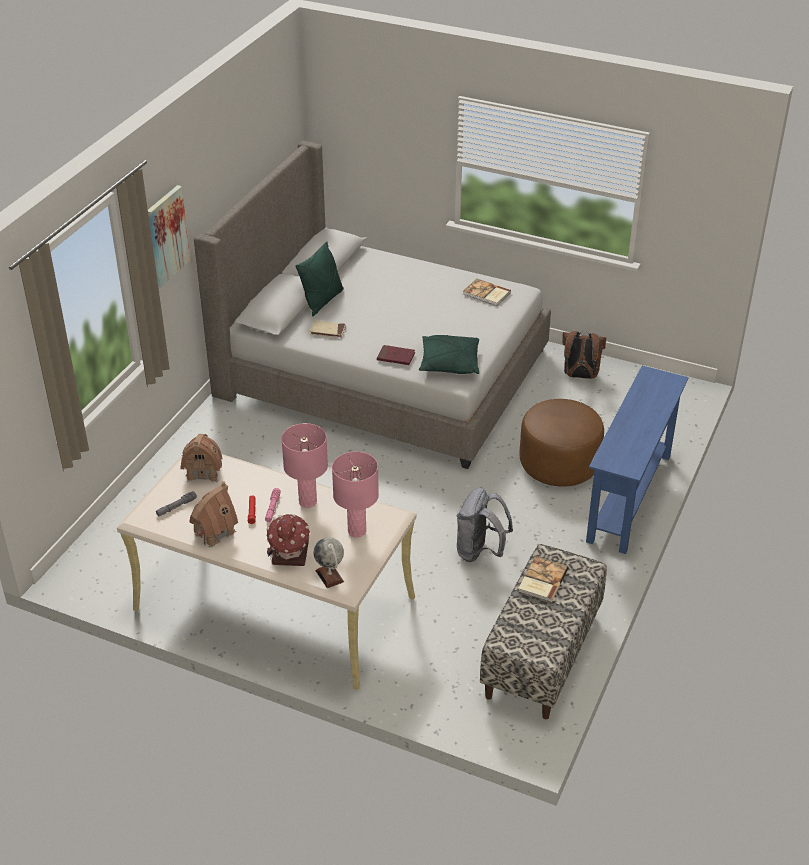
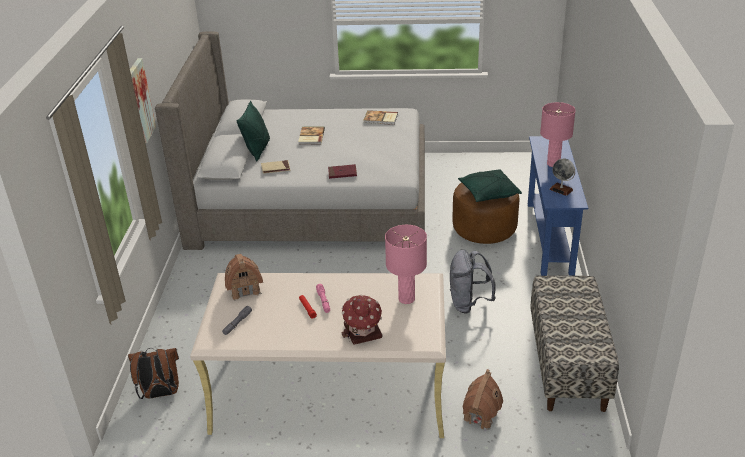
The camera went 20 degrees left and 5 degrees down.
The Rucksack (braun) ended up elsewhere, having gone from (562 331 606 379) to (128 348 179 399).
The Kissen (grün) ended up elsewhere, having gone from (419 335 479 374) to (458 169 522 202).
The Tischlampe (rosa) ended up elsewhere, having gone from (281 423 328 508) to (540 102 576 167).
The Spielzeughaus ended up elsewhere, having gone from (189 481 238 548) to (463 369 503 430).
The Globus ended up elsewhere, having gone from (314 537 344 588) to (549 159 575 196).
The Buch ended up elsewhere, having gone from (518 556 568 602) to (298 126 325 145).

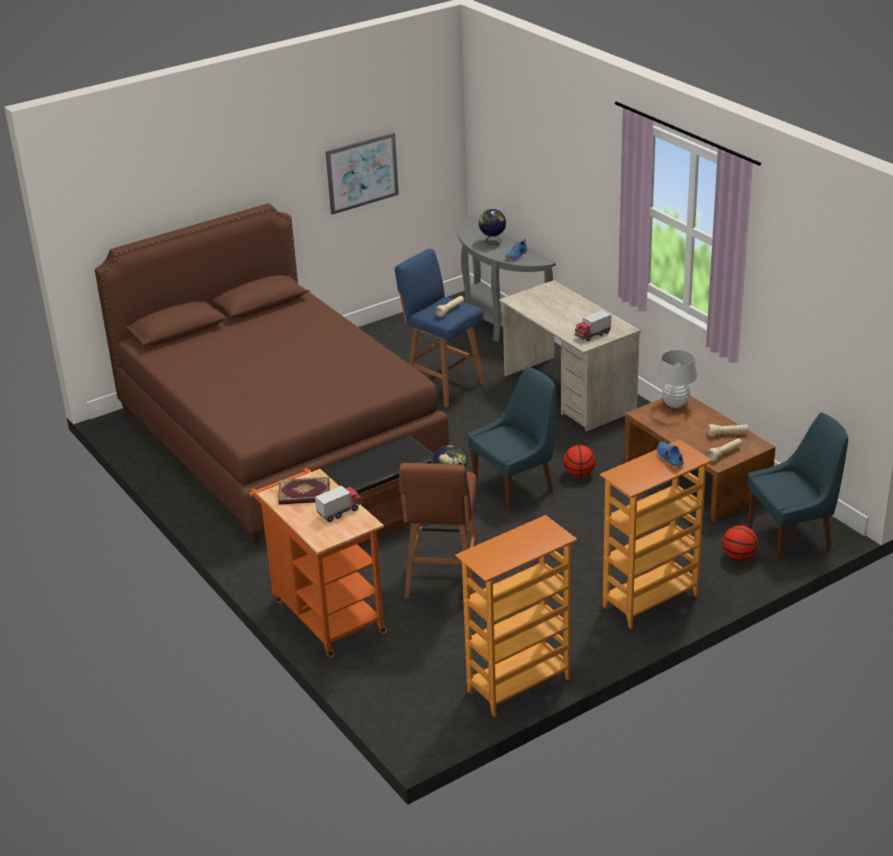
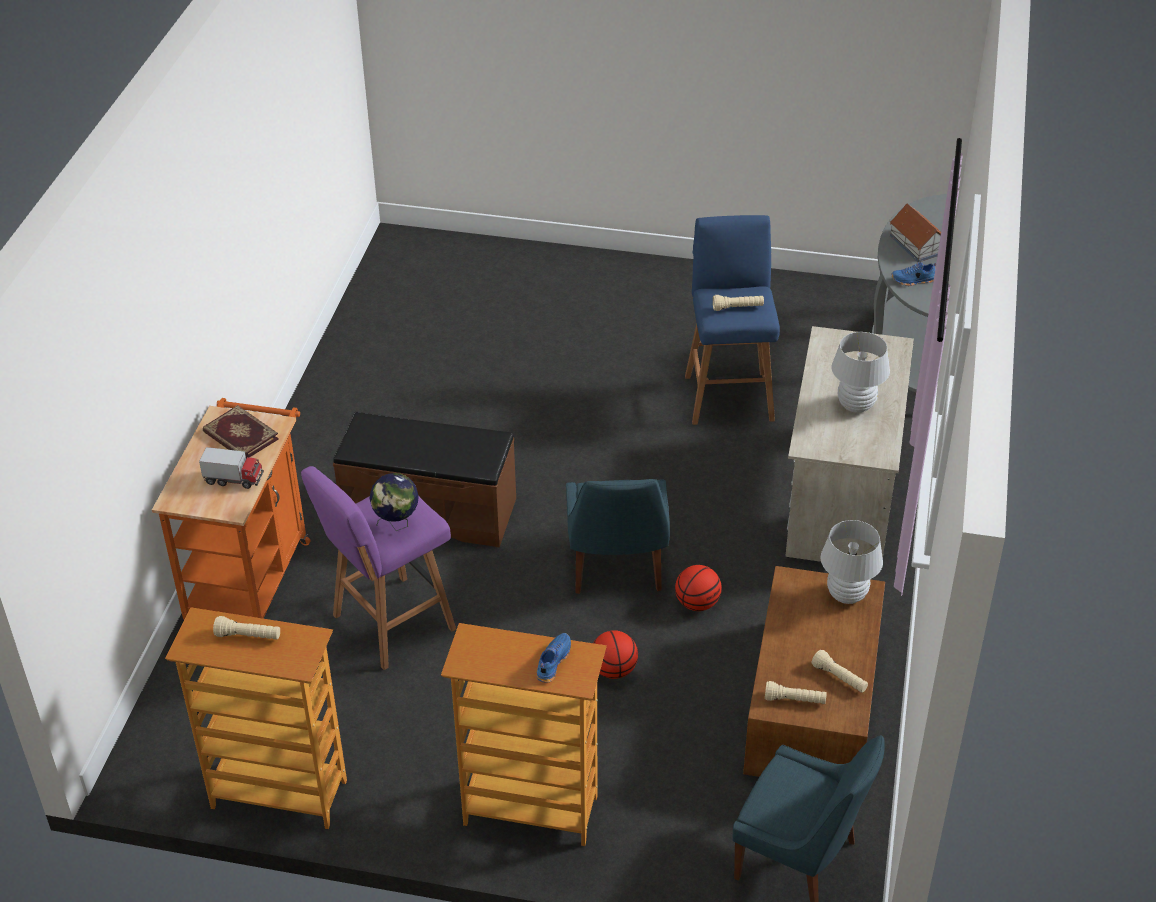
The camera went 45 degrees right and 10 degrees up.
The second view lost the Bild at (326 132 399 215).
The second view lost the Bett (braun) at (95 203 449 545).
Where the Globus stood at (479 209 506 245), the Spielzeughaus came to stand at (890 204 941 262).
The second view lost the Spielzeuglaster at (575 310 611 341).
The Stuhl (blau) at (468 367 556 510) ended up facing another way, 75 degrees clockwise from before.
What was the Hocker (braun) at (399 463 479 598) turned into the Hocker (lila) at (301 466 456 670).
The Basketball ended up elsewhere, having gone from (722 525 758 561) to (593 630 638 679).
The second view gained the Tischlampe (weiß) at (831 332 890 412).
The second view gained the Taschenlampe (beige) at (213 616 280 640).

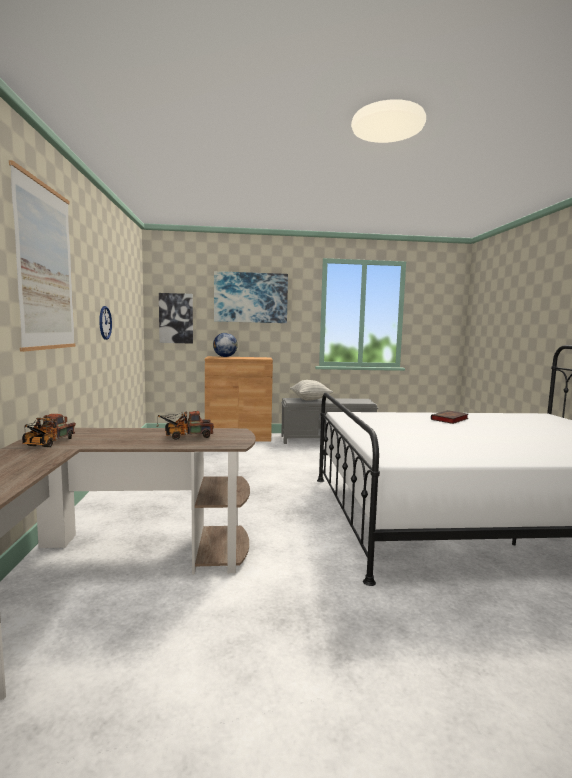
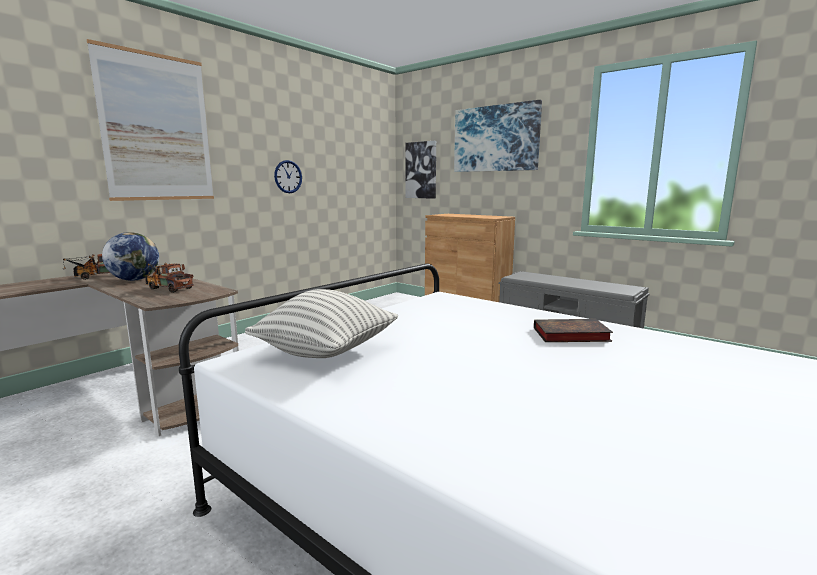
The camera went 45 degrees right and 5 degrees up.
The Globus ended up elsewhere, having gone from (213 333 238 357) to (102 232 159 281).
The Kissen ended up elsewhere, having gone from (289 380 333 401) to (245 289 398 358).

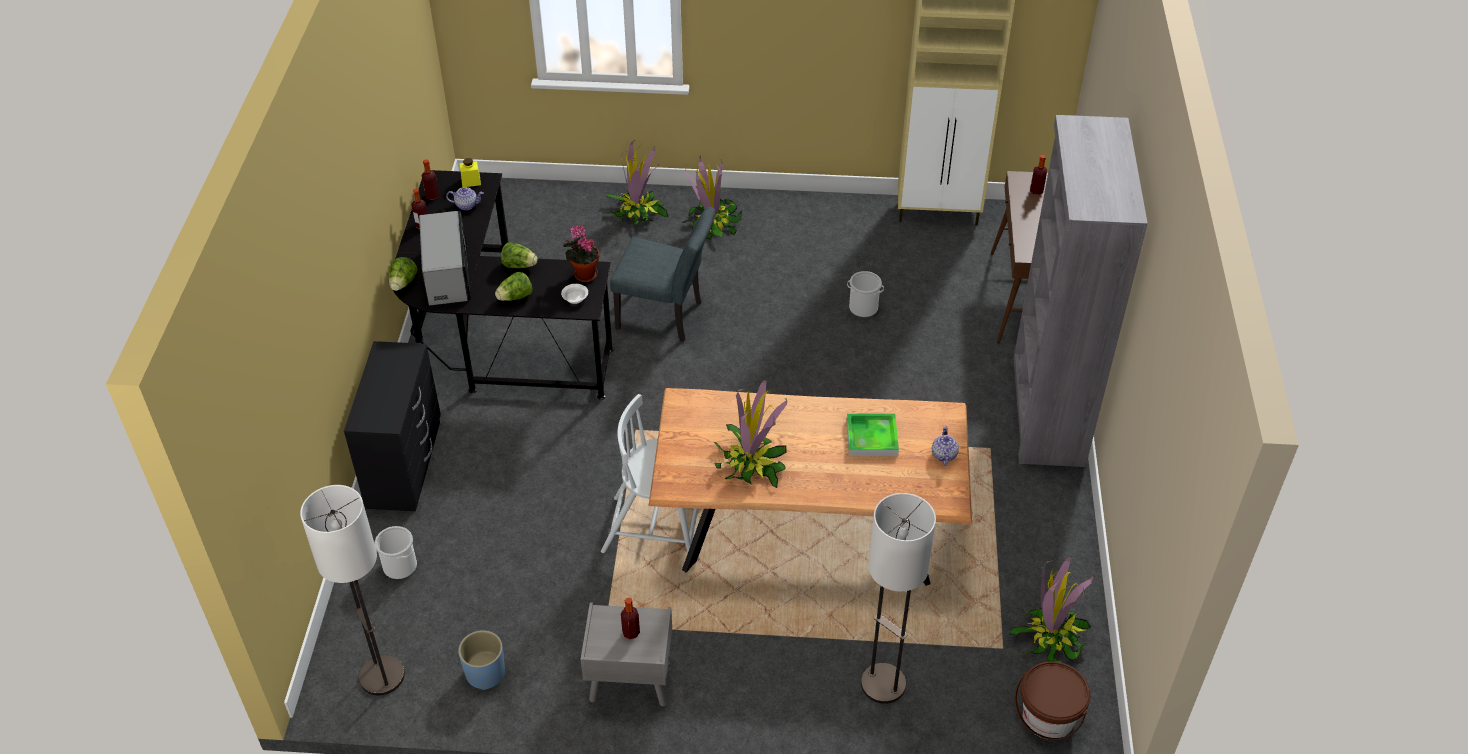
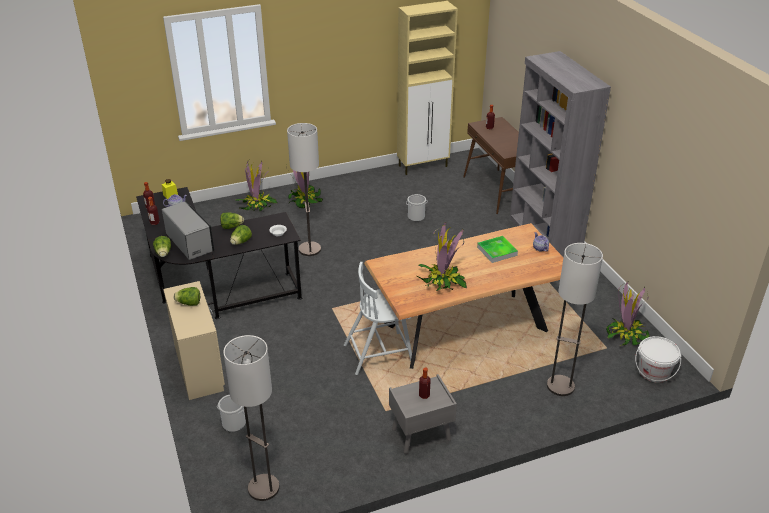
The camera went 25 degrees left and 10 degrees down.
Where the Stuhl (grau) stood at (610 207 715 342), the Stehlampe came to stand at (287 123 321 256).
The second view lost the Topfpflanze at (563 225 600 282).
What was the Kommode (schwarz) at (344 341 441 511) turned into the Kommode (beige) at (163 281 225 400).
The second view lost the Pflanzkübel (blau) at (458 630 505 690).
What was the Eimer (braun) at (1015 661 1090 740) turned into the Eimer (weiß) at (635 336 681 383).
The second view gained the Salatkopf at (174 287 200 306).

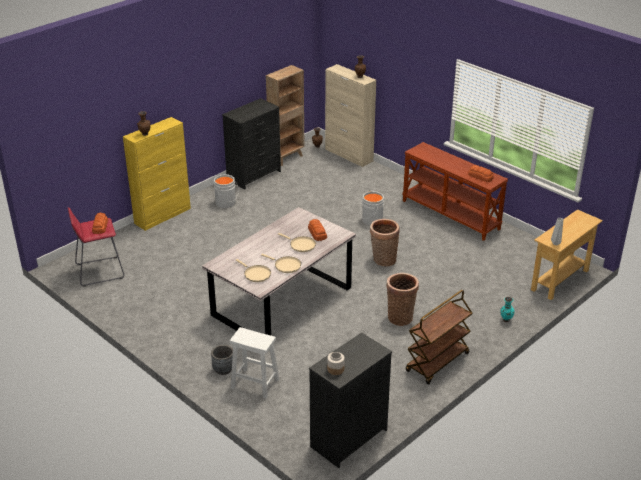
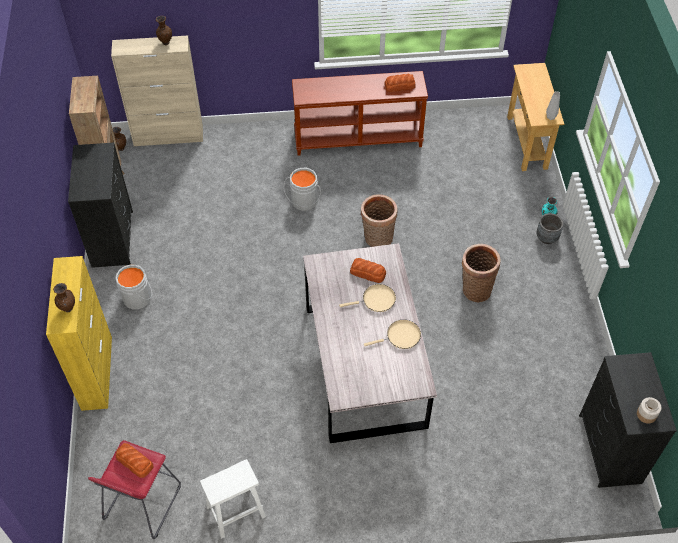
The camera went 50 degrees left and 20 degrees up.
The second view lost the Pfanne (beige) at (236 259 271 282).
The second view lost the Rollwagen (braun) at (406 290 472 385).
The Hocker (weiß) ended up elsewhere, having gone from (230 327 279 399) to (200 459 266 539).
The Pflanzkübel (grau) ended up elsewhere, having gone from (211 345 233 375) to (536 213 564 244).

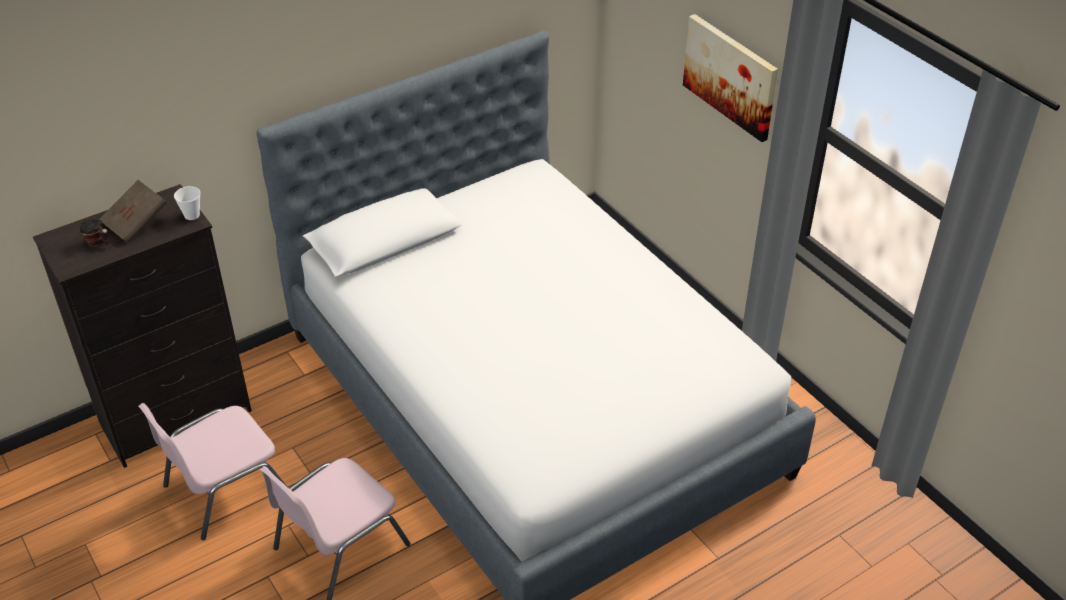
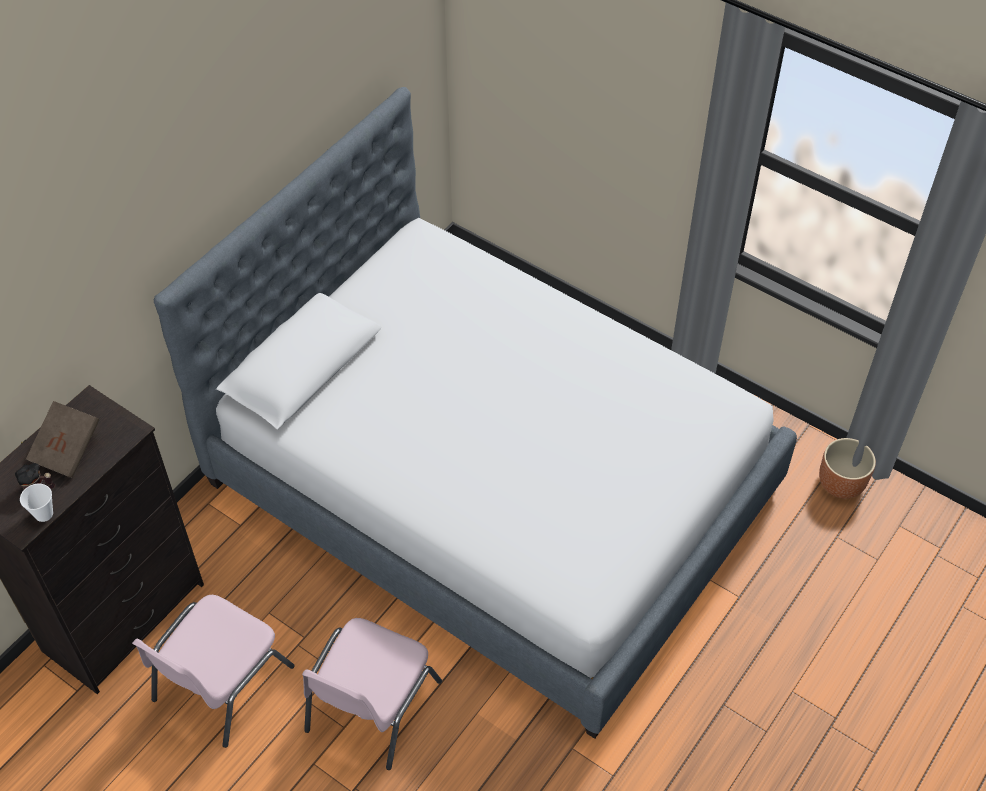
The camera went 20 degrees left and 10 degrees up.
The second view lost the Bild at (683 14 778 142).
The Tasse ended up elsewhere, having gone from (174 186 201 220) to (20 484 53 522).
The second view gained the Pflanzkübel (braun) at (819 438 876 499).

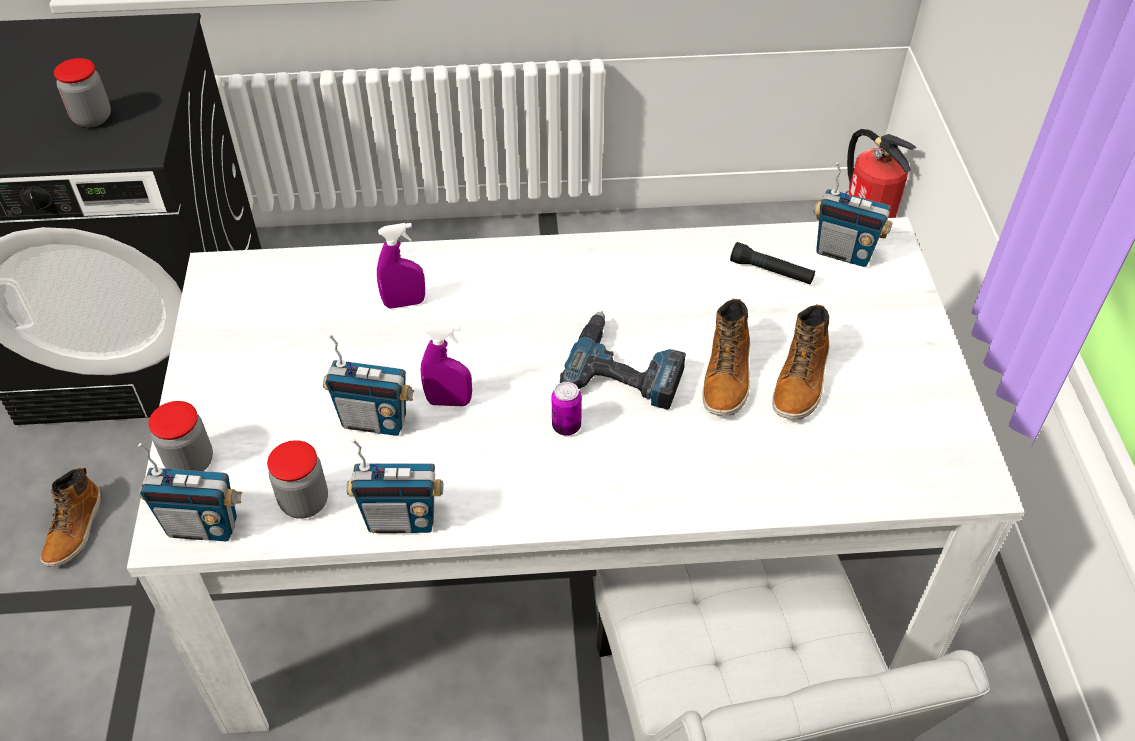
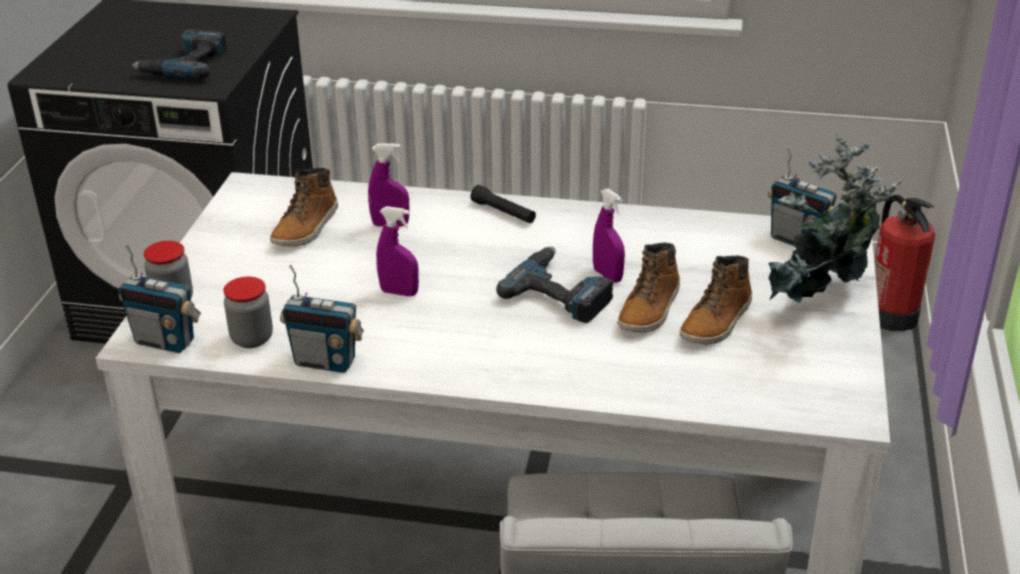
The camera went 15 degrees right and 15 degrees down.
Where the Vorratsglas stood at (54 58 111 127), the Bohrmaschine came to stand at (132 29 227 79).
The Taschenlampe (schwarz) ended up elsewhere, having gone from (730 242 815 284) to (471 185 536 223).
The second view lost the Radio at (323 334 414 436).
The second view lost the Dose at (552 382 582 436).
The Stiefel ended up elsewhere, having gone from (41 467 102 567) to (270 168 338 247).
The second view gained the Topfpflanze at (769 134 902 303).
The second view gained the Sprühflasche (lila) at (593 188 625 283).

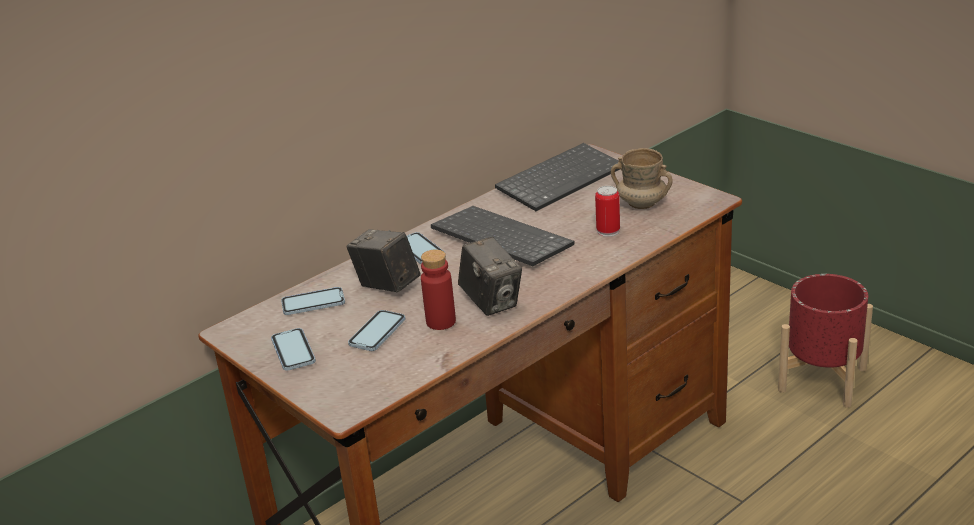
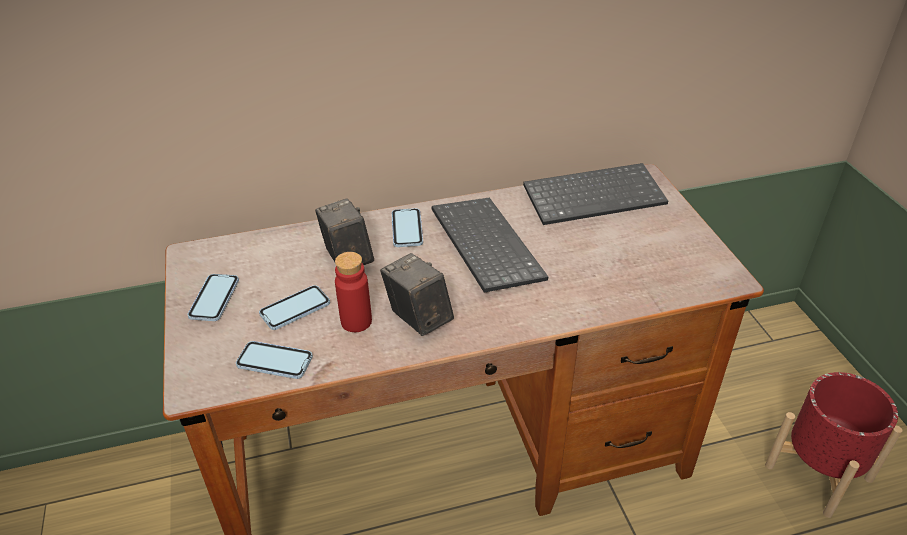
The camera went 25 degrees right and 10 degrees up.
The second view lost the Henkelbecher (beige) at (611 148 673 209).
The second view lost the Dose at (595 186 620 237).
The Kamera at (458 237 522 316) ended up facing another way, 150 degrees clockwise from before.
The Handy ended up elsewhere, having gone from (281 287 345 315) to (236 341 313 379).

